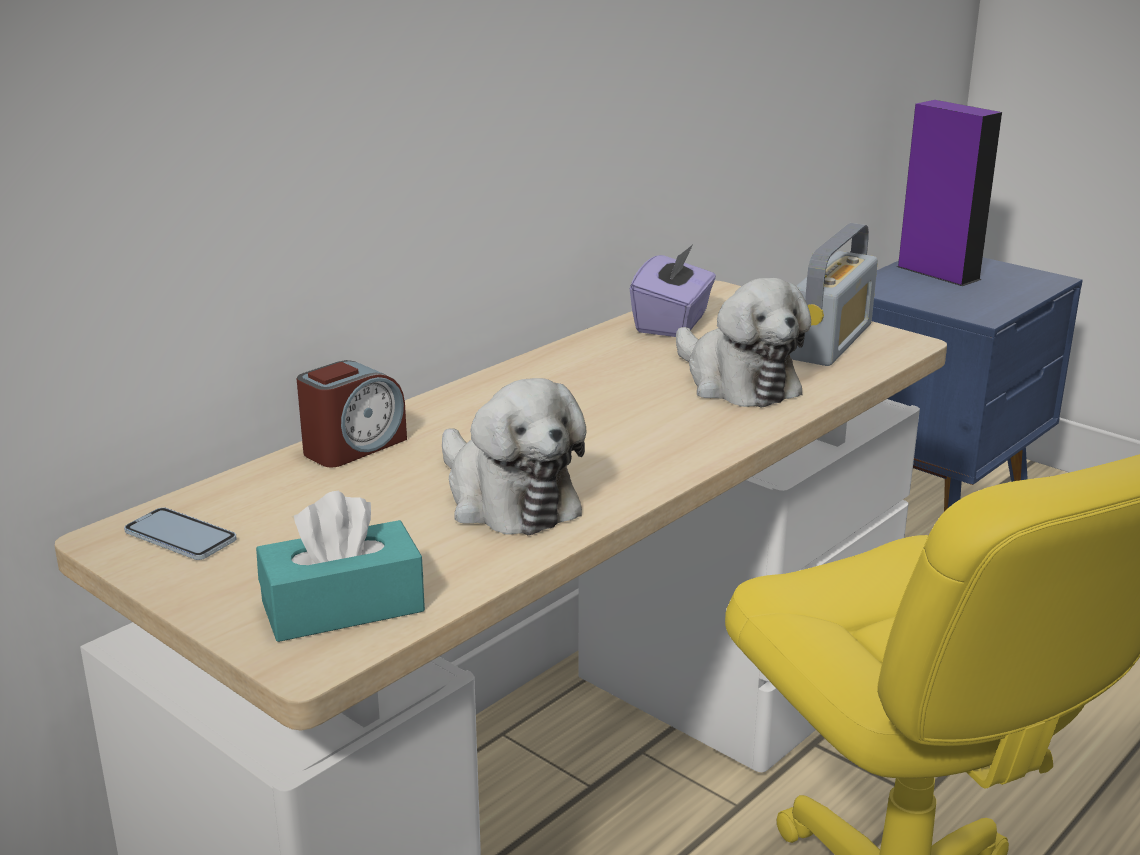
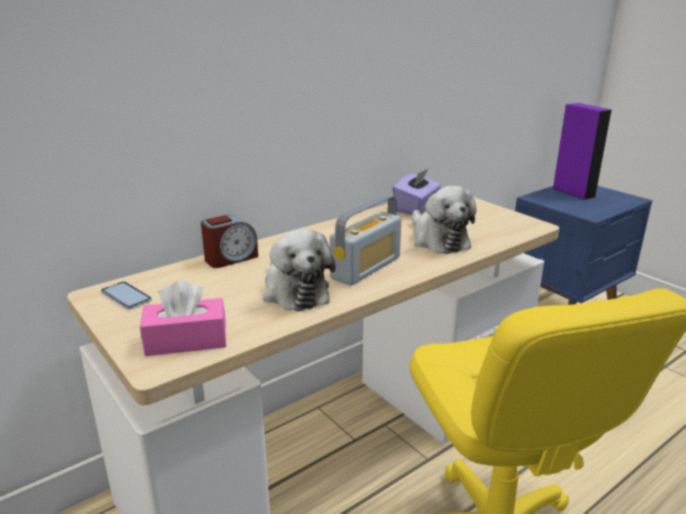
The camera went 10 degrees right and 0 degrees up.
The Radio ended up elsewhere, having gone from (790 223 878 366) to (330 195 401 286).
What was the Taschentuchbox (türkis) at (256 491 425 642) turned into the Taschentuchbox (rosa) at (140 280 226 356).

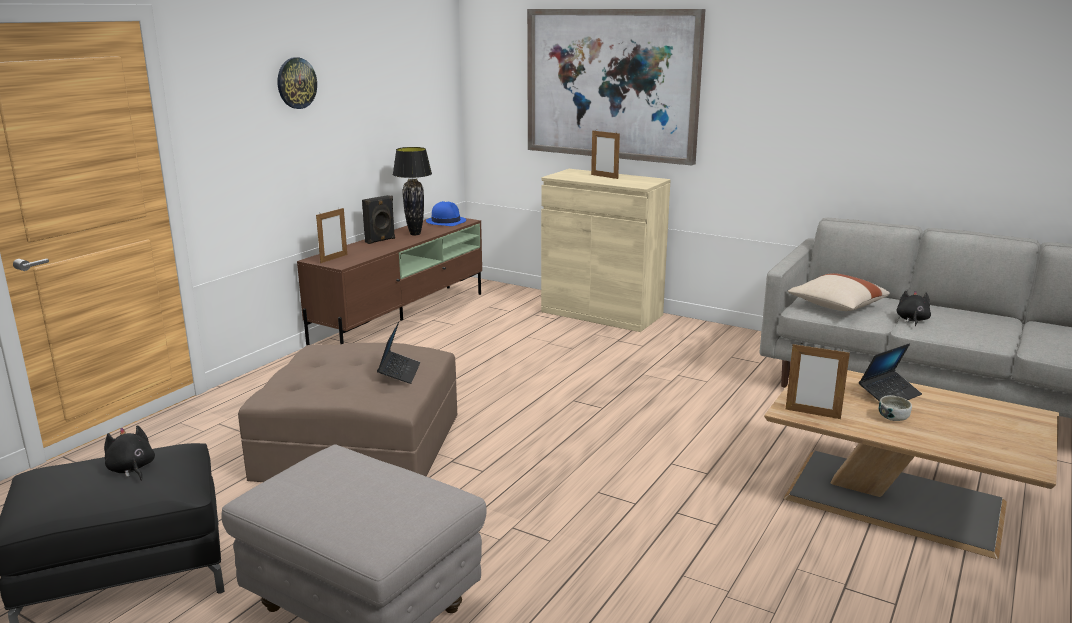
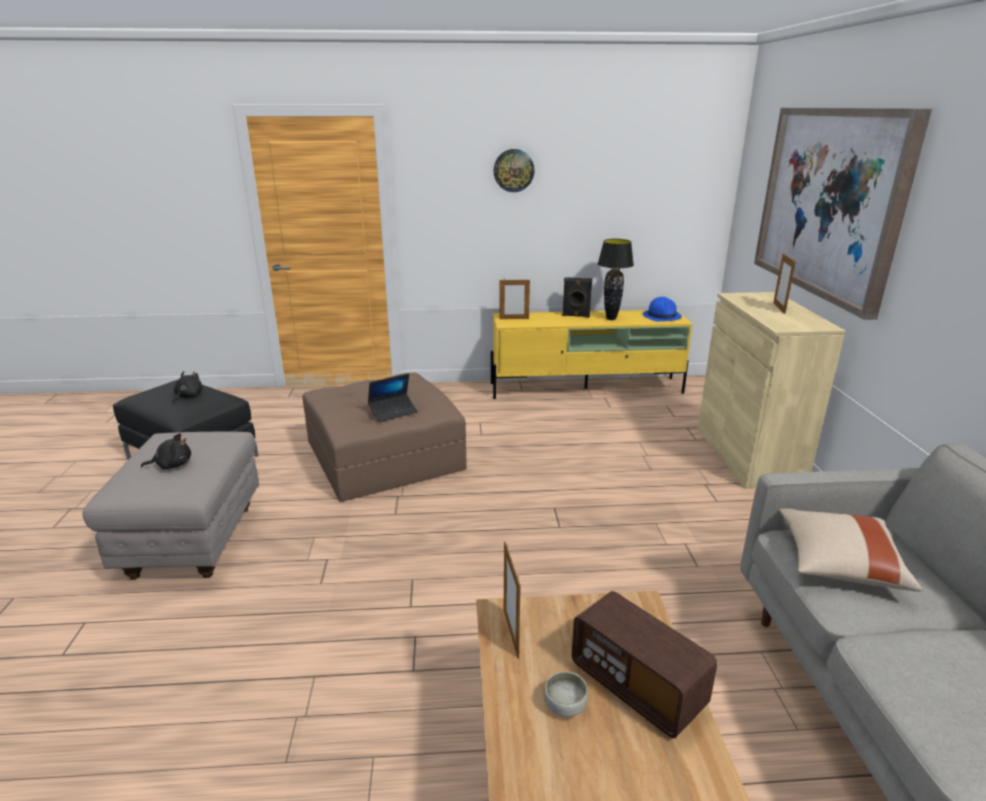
The camera went 55 degrees right and 5 degrees up.
What was the Fernsehschrank (braun) at (297 218 482 346) turned into the Fernsehschrank (gelb) at (491 310 693 399).
The Plüschtier (schwarz) ended up elsewhere, having gone from (897 291 931 326) to (141 433 191 470).
Where the Laptop stood at (859 343 922 401), the Radio came to stand at (571 591 717 738).

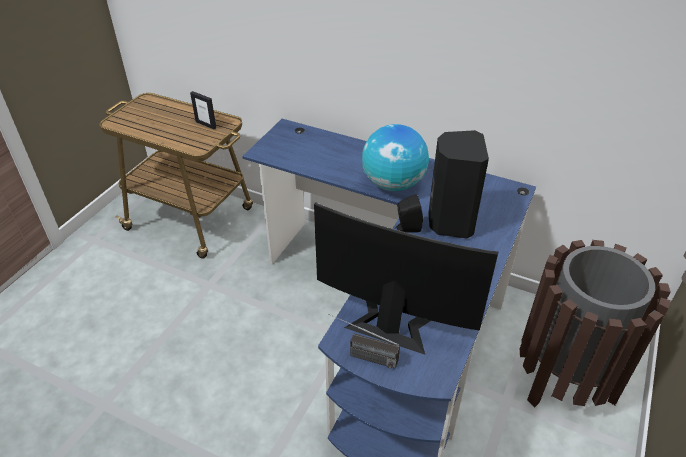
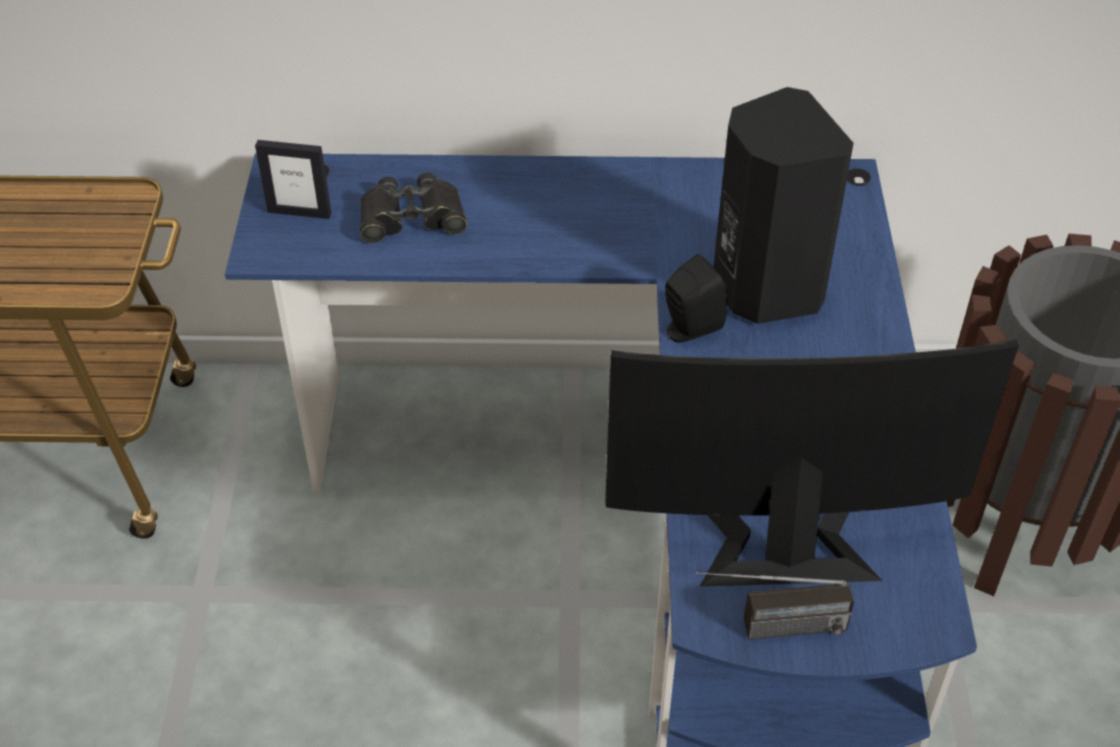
The camera went 25 degrees left and 5 degrees up.
The Bilderrahmen ended up elsewhere, having gone from (190 91 216 129) to (255 140 331 219).
The second view lost the Globus at (362 124 429 191).
The second view gained the Fernglas (schwarz) at (360 172 467 243).

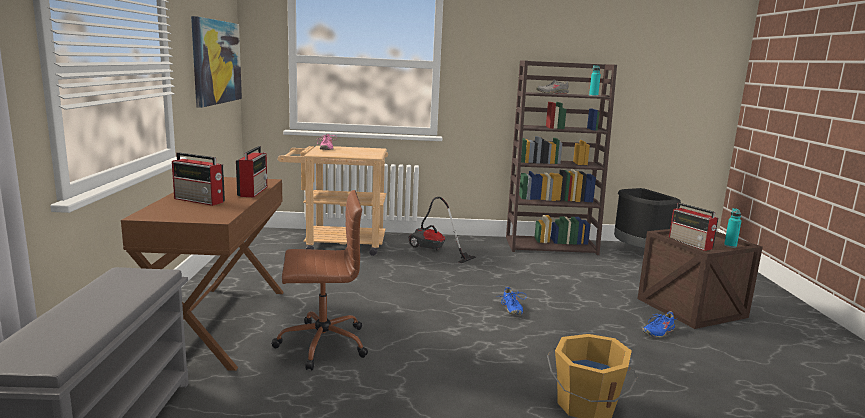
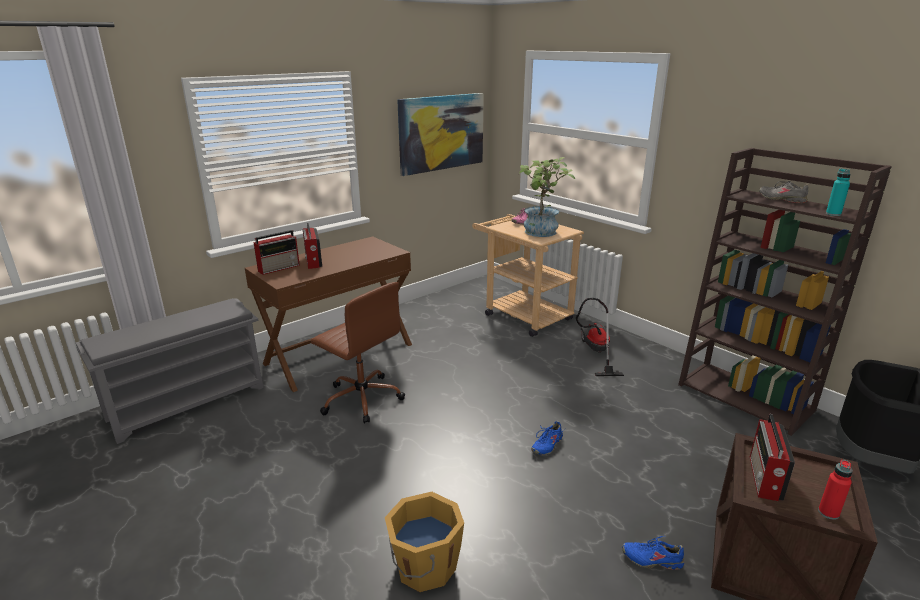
The camera went 50 degrees right and 10 degrees up.
The Radio ended up elsewhere, having gone from (236 146 267 197) to (253 230 300 275).
What was the Flasche (türkis) at (724 208 741 248) turned into the Flasche (rot) at (818 460 853 520).
The second view gained the Topfpflanze at (519 157 575 237).

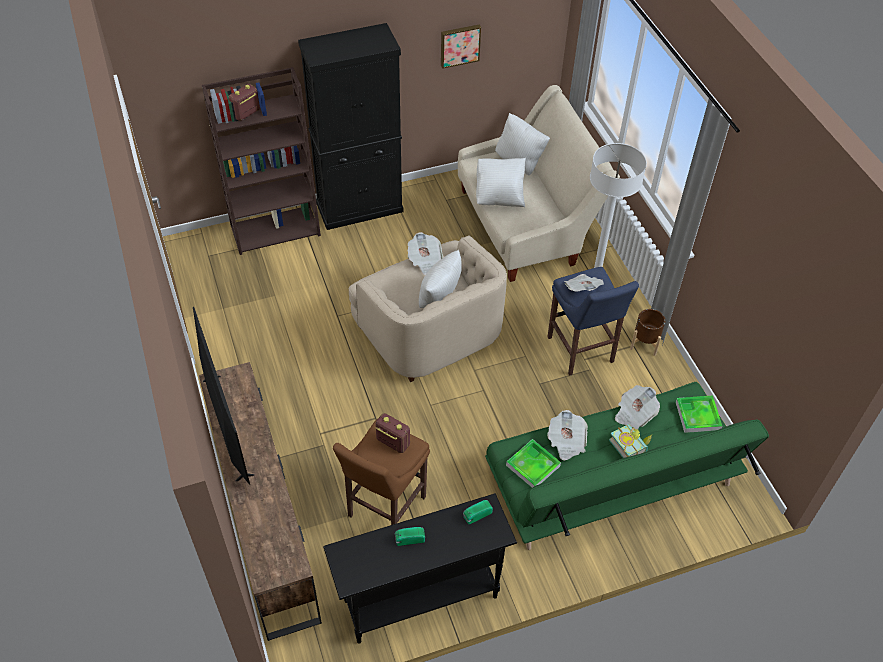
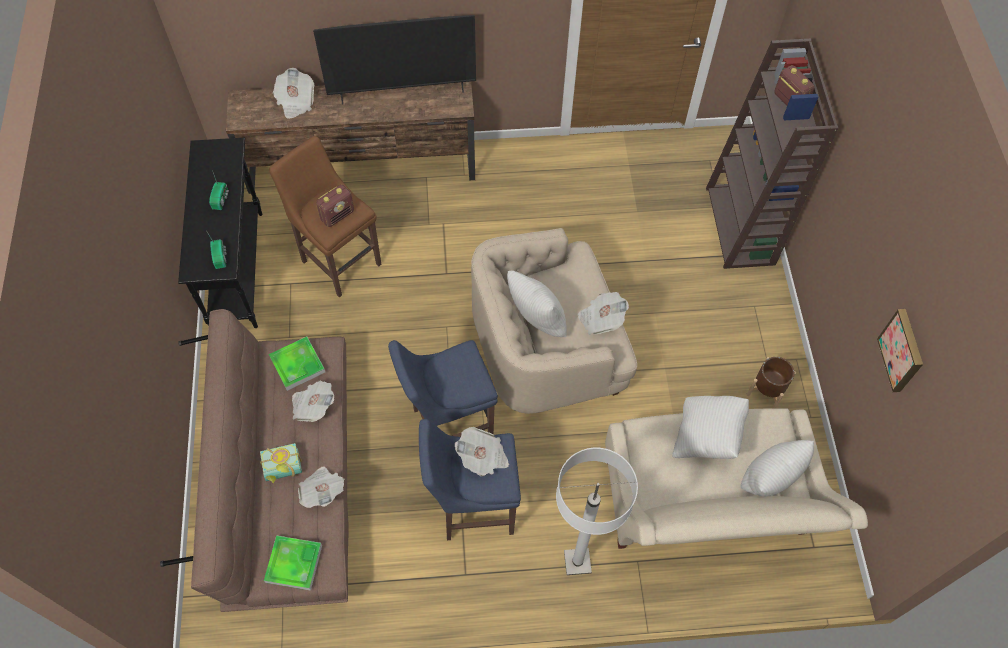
The camera went 105 degrees right and 10 degrees up.
The second view lost the Schrank (schwarz) at (298 23 403 230).
The Pflanzkübel (braun) ended up elsewhere, having gone from (630 309 665 356) to (746 357 796 408).
What was the Sofa (grün) at (485 382 769 550) turned into the Sofa (braun) at (160 309 348 612).
The second view gained the Zeitung at (273 68 315 119).
The second view gained the Hocker (blau) at (388 340 498 437).

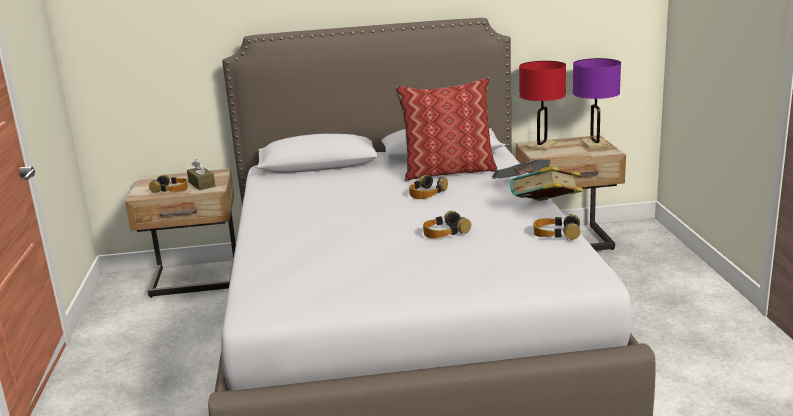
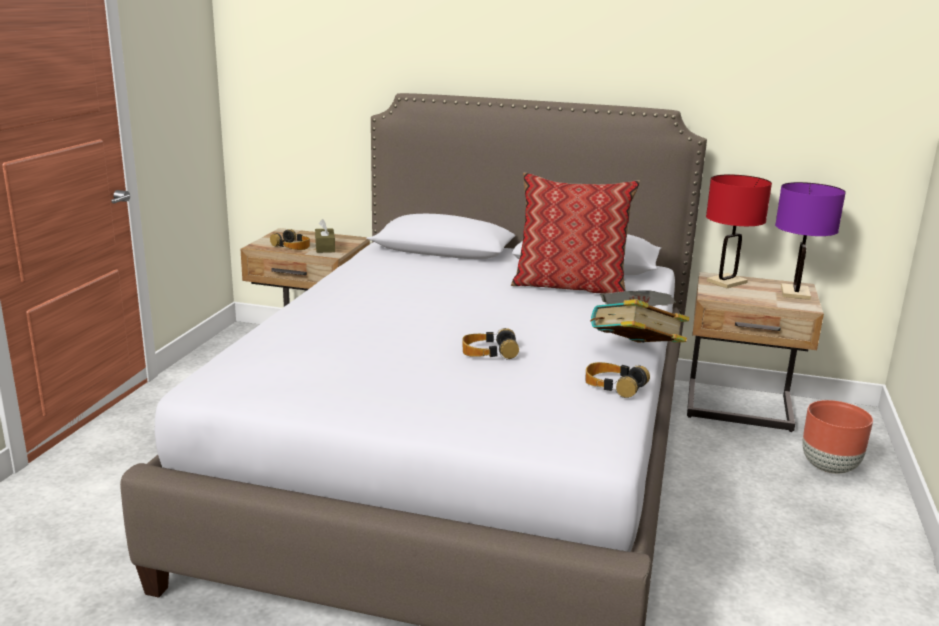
The camera went 20 degrees right and 0 degrees up.
The second view lost the Kopfhörer at (409 175 448 199).
The second view gained the Pflanzkübel (braun) at (802 400 873 474).

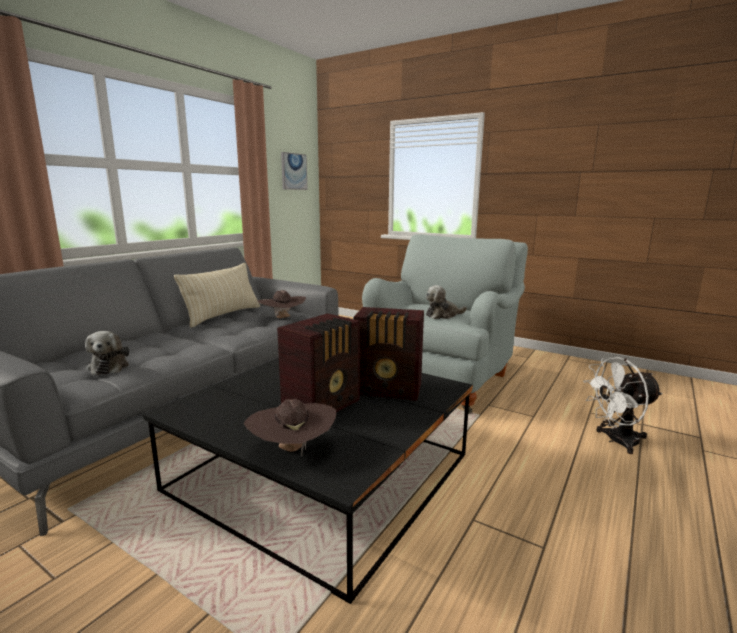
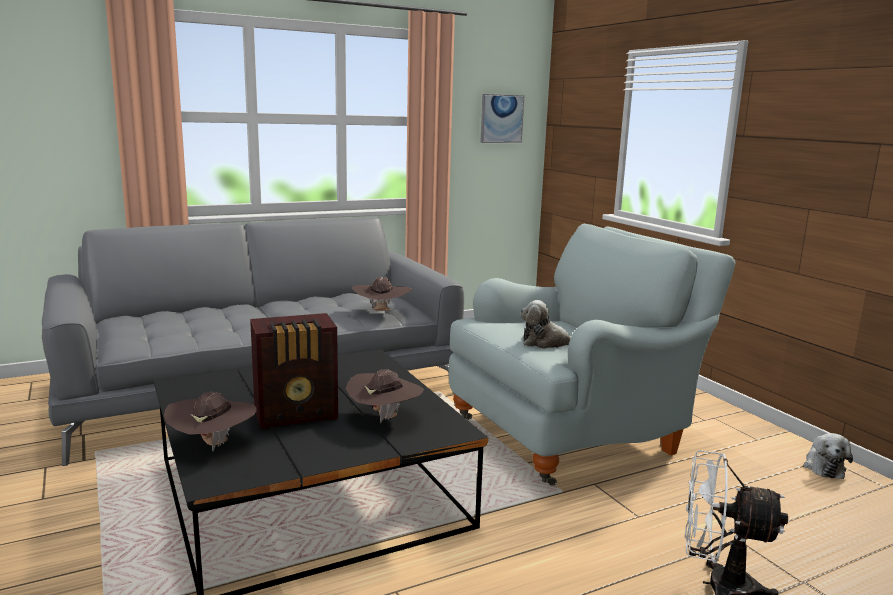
The camera went 30 degrees right and 0 degrees up.
The second view lost the Kissen (beige) at (174 263 260 328).
Where the Radio stood at (354 307 424 401), the Hut (braun) came to stand at (346 369 424 423).
The Plüschtier ended up elsewhere, having gone from (85 331 129 375) to (803 433 853 479).

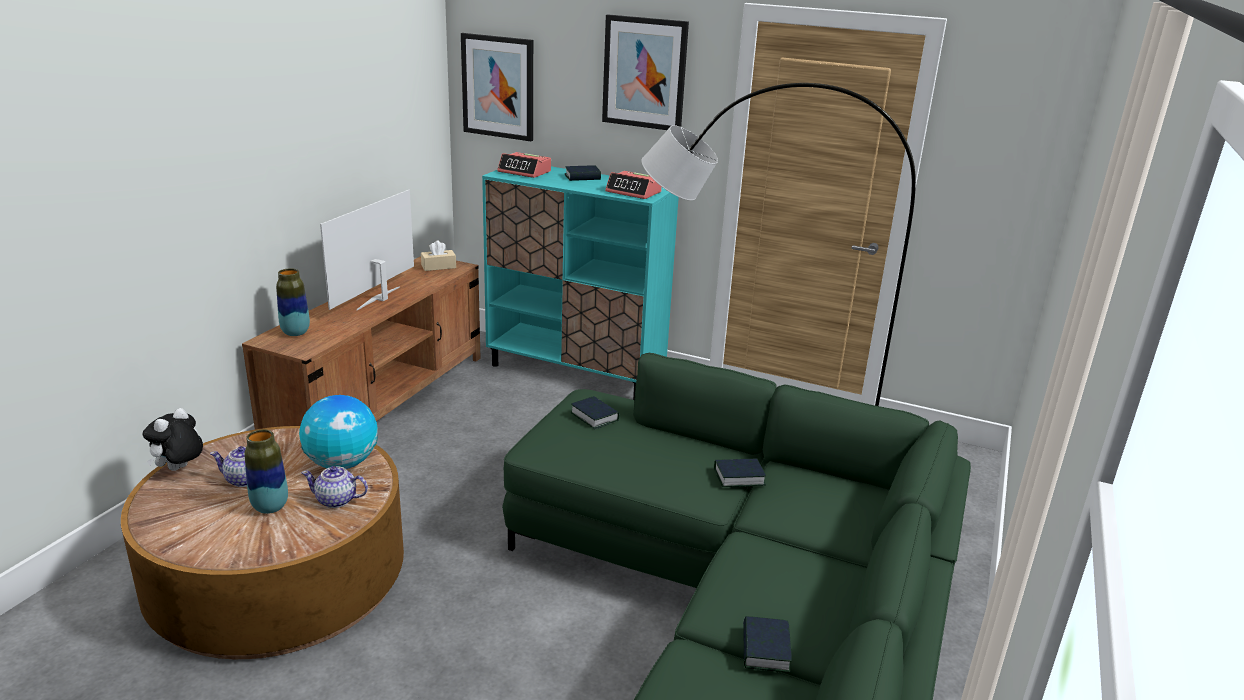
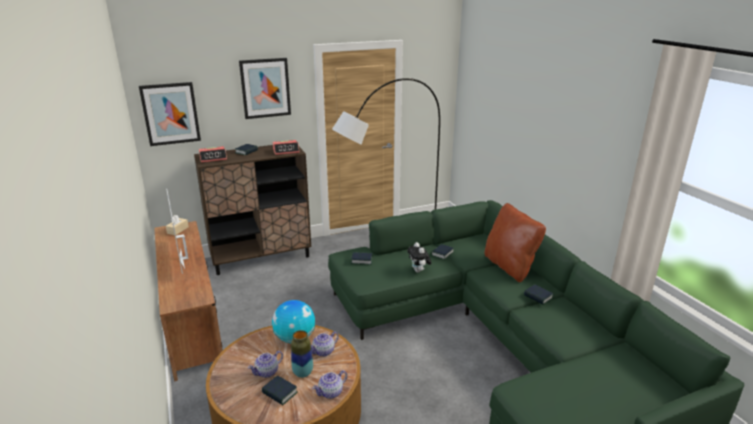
The camera went 45 degrees left and 0 degrees up.
What was the Schrank (türkis) at (482 166 679 400) turned into the Schrank (braun) at (194 145 311 275).
The second view lost the Vase at (276 268 310 336).
The Plüschtier ended up elsewhere, having gone from (142 408 203 471) to (407 242 432 273).
The second view gained the Kissen (braun) at (484 203 546 282).
The second view gained the Teekanne at (312 370 347 399).
The second view gained the Buch at (262 375 298 405).

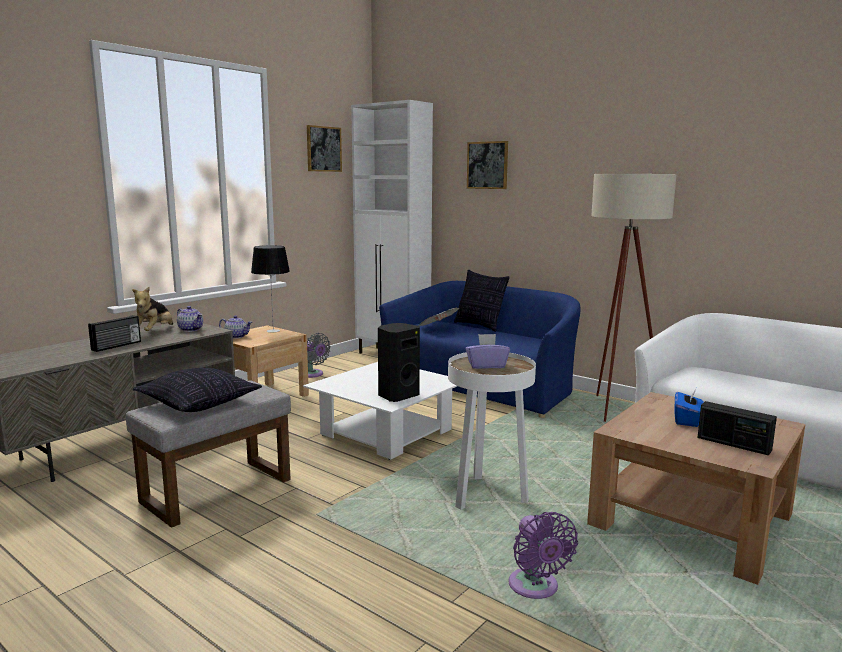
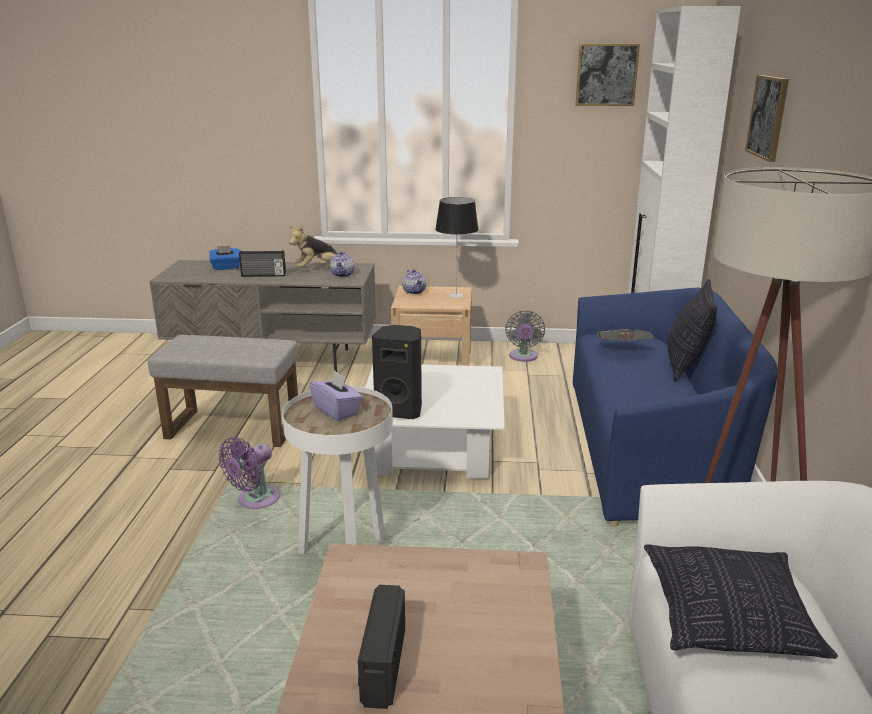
The camera went 55 degrees right and 10 degrees up.
The Kissen ended up elsewhere, having gone from (133 368 262 412) to (644 544 838 659).
The Taschentuchbox (blau) ended up elsewhere, having gone from (674 389 704 427) to (210 246 241 270).
The Ventilator (lila) ended up elsewhere, having gone from (508 512 578 599) to (218 437 280 509).

